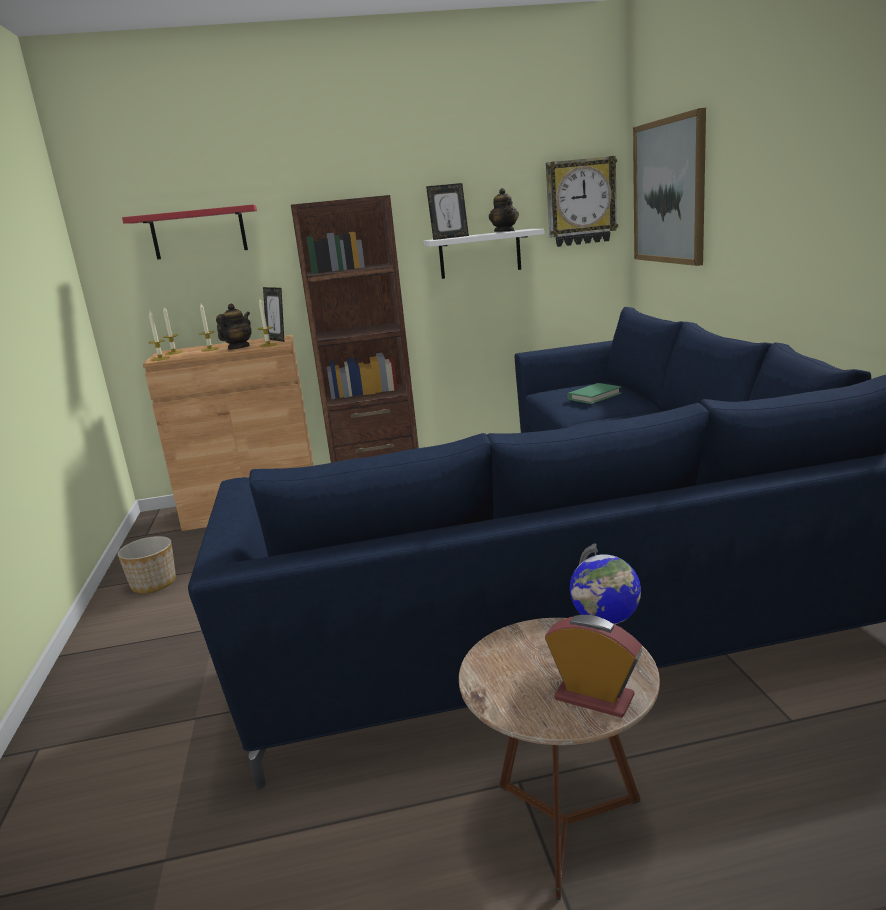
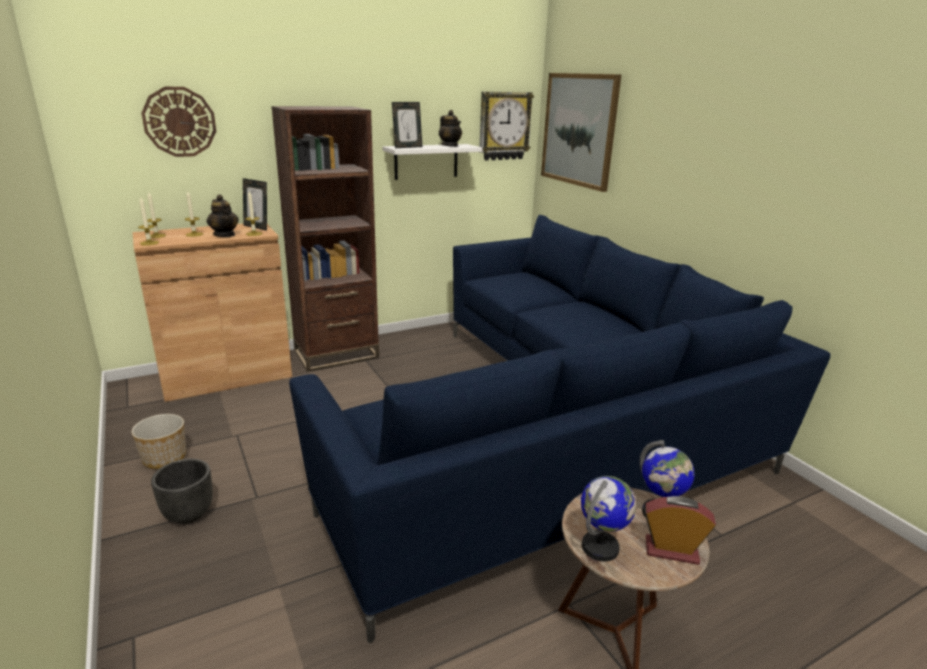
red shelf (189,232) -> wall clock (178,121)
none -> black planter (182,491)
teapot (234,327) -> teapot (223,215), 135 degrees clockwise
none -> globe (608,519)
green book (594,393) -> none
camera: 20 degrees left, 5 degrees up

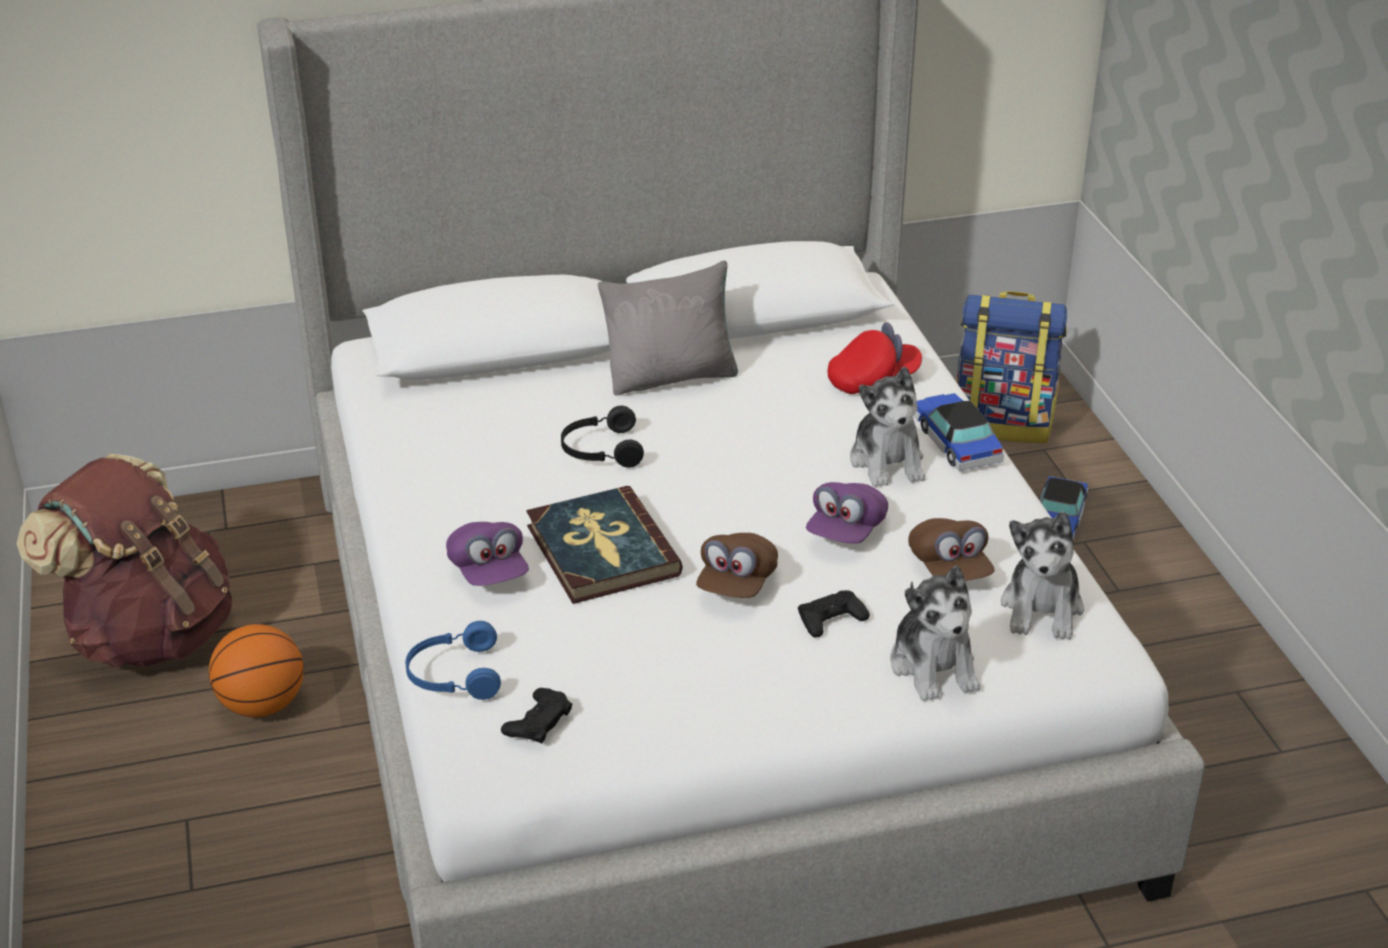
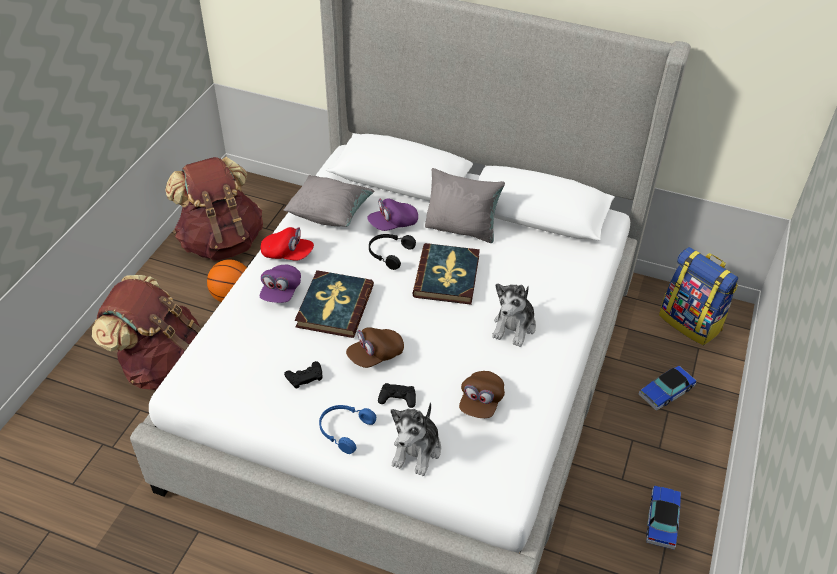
none -> brown backpack (146,332)
red cap (874,358) -> red cap (287,244), shifted
none -> grey pillow (329,201)
black game controller (536,716) -> black game controller (303,374), shifted
blue headphones (453,660) -> blue headphones (347,429), shifted
purple cap (847,513) -> purple cap (392,215), shifted
none -> book (446,274)
toy car (959,432) -> toy car (663,517), shifted
plush toy (1042,575) -> none
camera: 35 degrees right, 10 degrees up

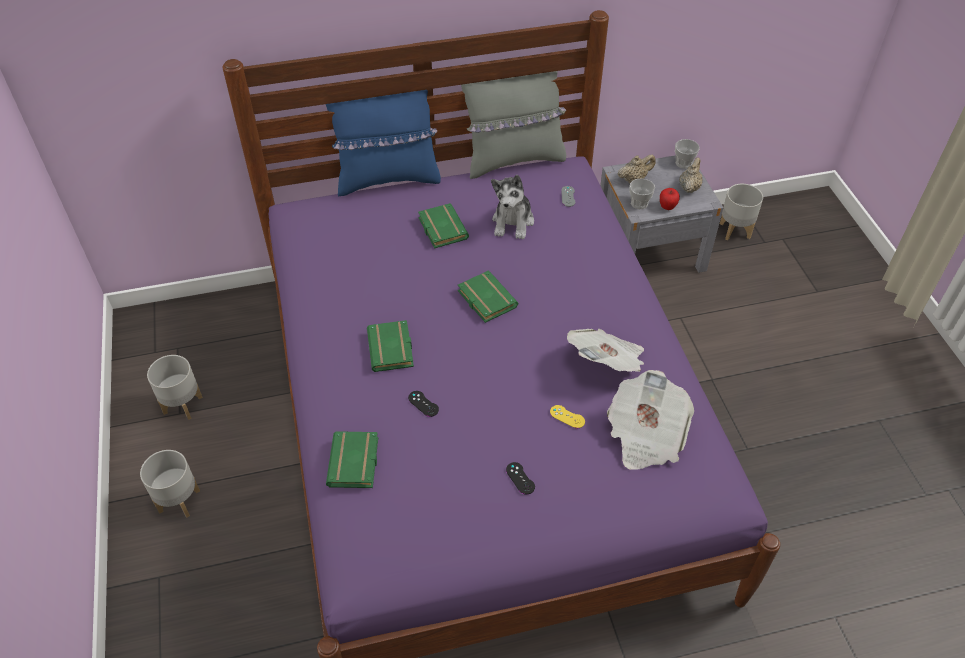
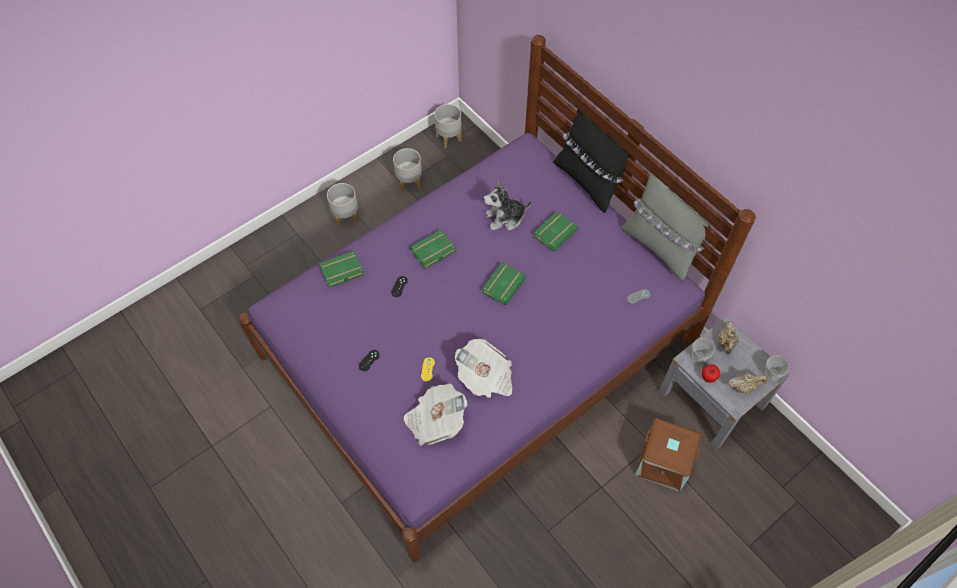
grey planter (741,212) -> grey planter (448,126), shifted
plush toy (512,207) -> plush toy (507,205), shifted
blue pillow (383,143) -> black pillow (592,161)
none -> brown storage box (668,455)
beige teapot (637,169) -> beige teapot (728,338), 60 degrees clockwise
camera: 65 degrees right, 10 degrees up

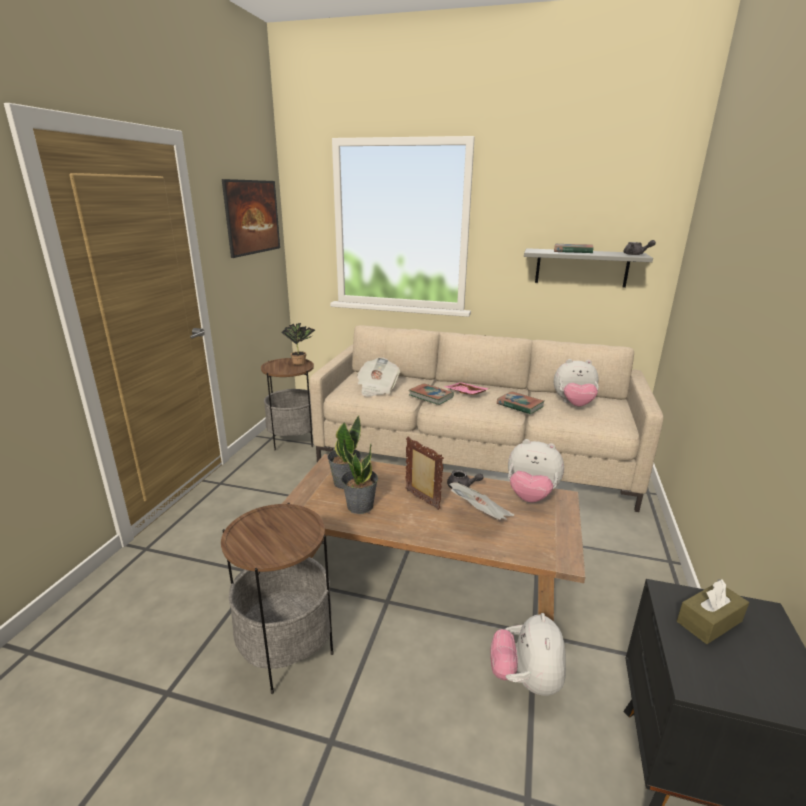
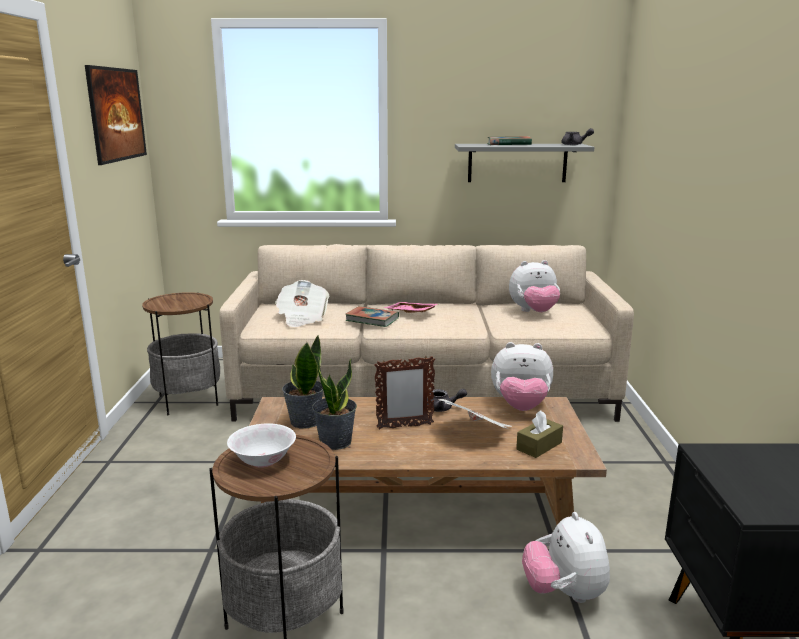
none -> white bowl (261,445)
picture frame (424,473) -> picture frame (404,393), 135 degrees clockwise
brown tissue box (713,611) -> brown tissue box (539,434), shifted
potted plant (298,344) -> none
book (520,402) -> none
camera: 15 degrees left, 5 degrees down

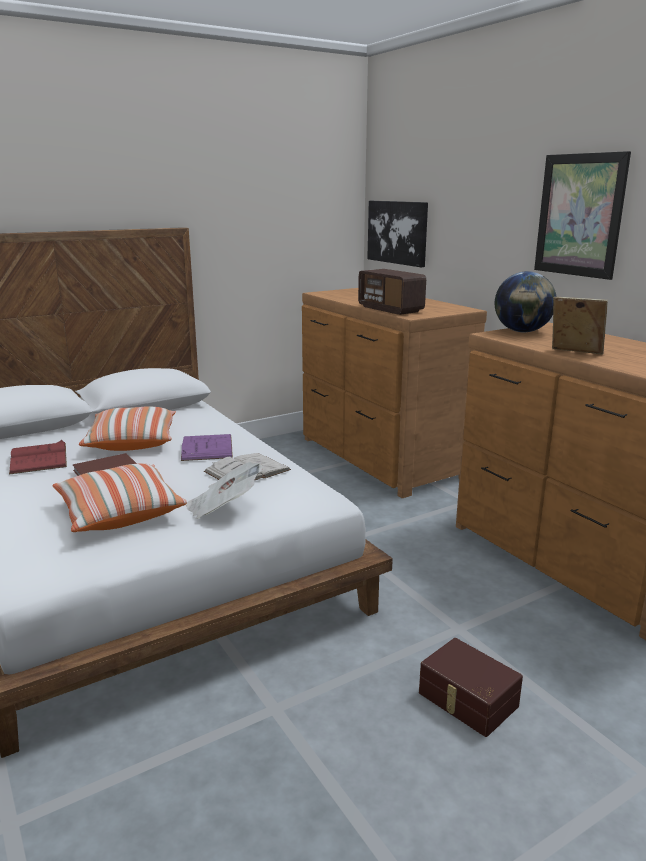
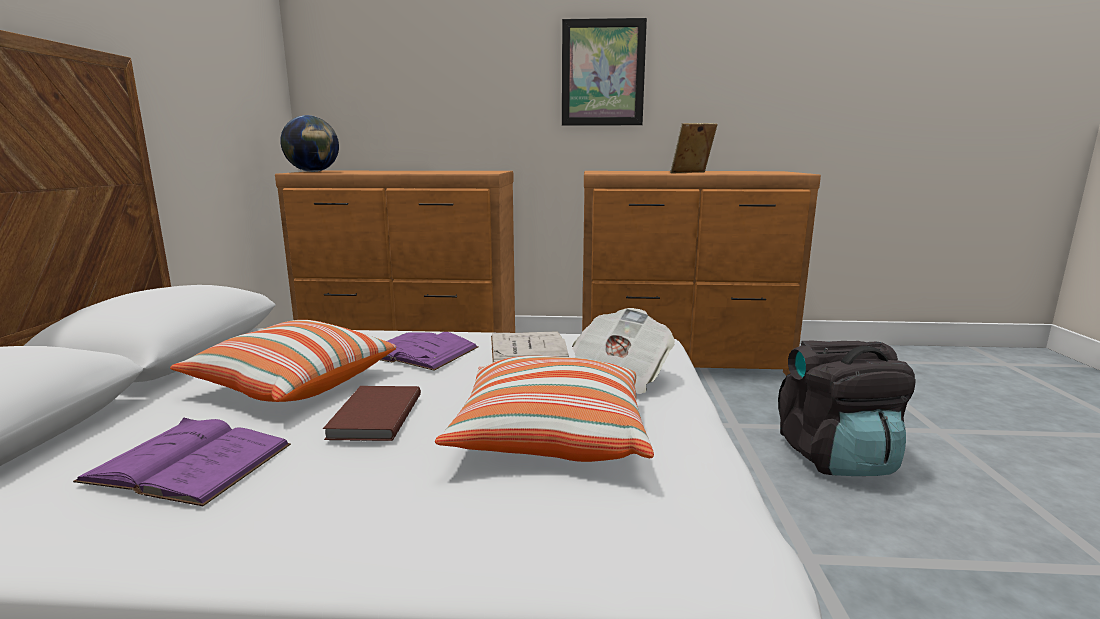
red book (38,457) -> purple book (182,462)
globe (525,301) -> globe (309,143), shifted
brown storage box (471,687) -> black backpack (847,408)
radio (392,292) -> none
picture (397,234) -> none
camera: 55 degrees left, 5 degrees down

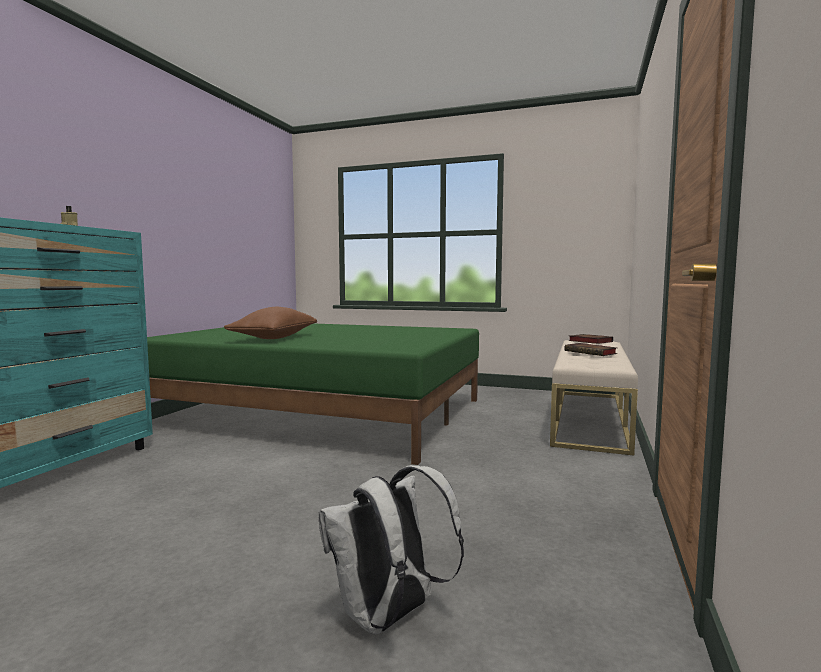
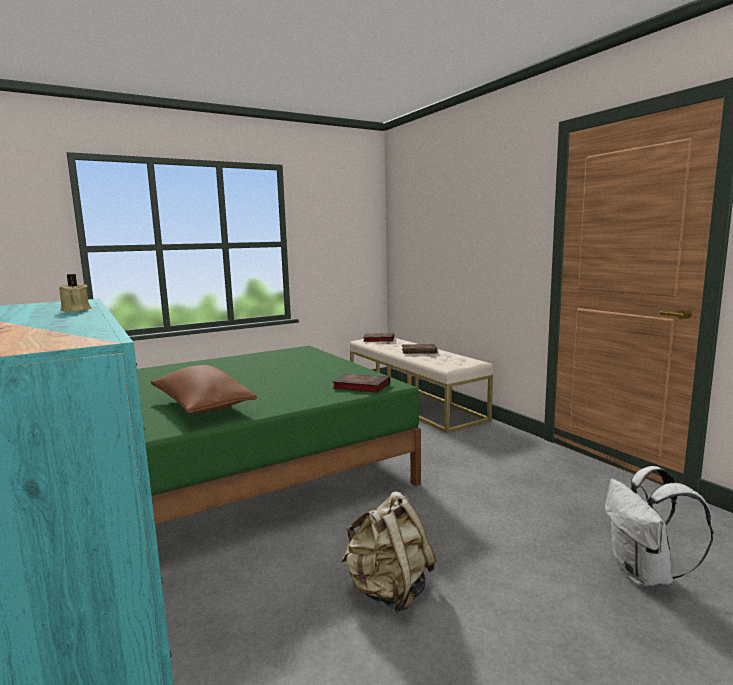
none -> book (361,383)
none -> beige backpack (388,552)
camera: 50 degrees left, 5 degrees up

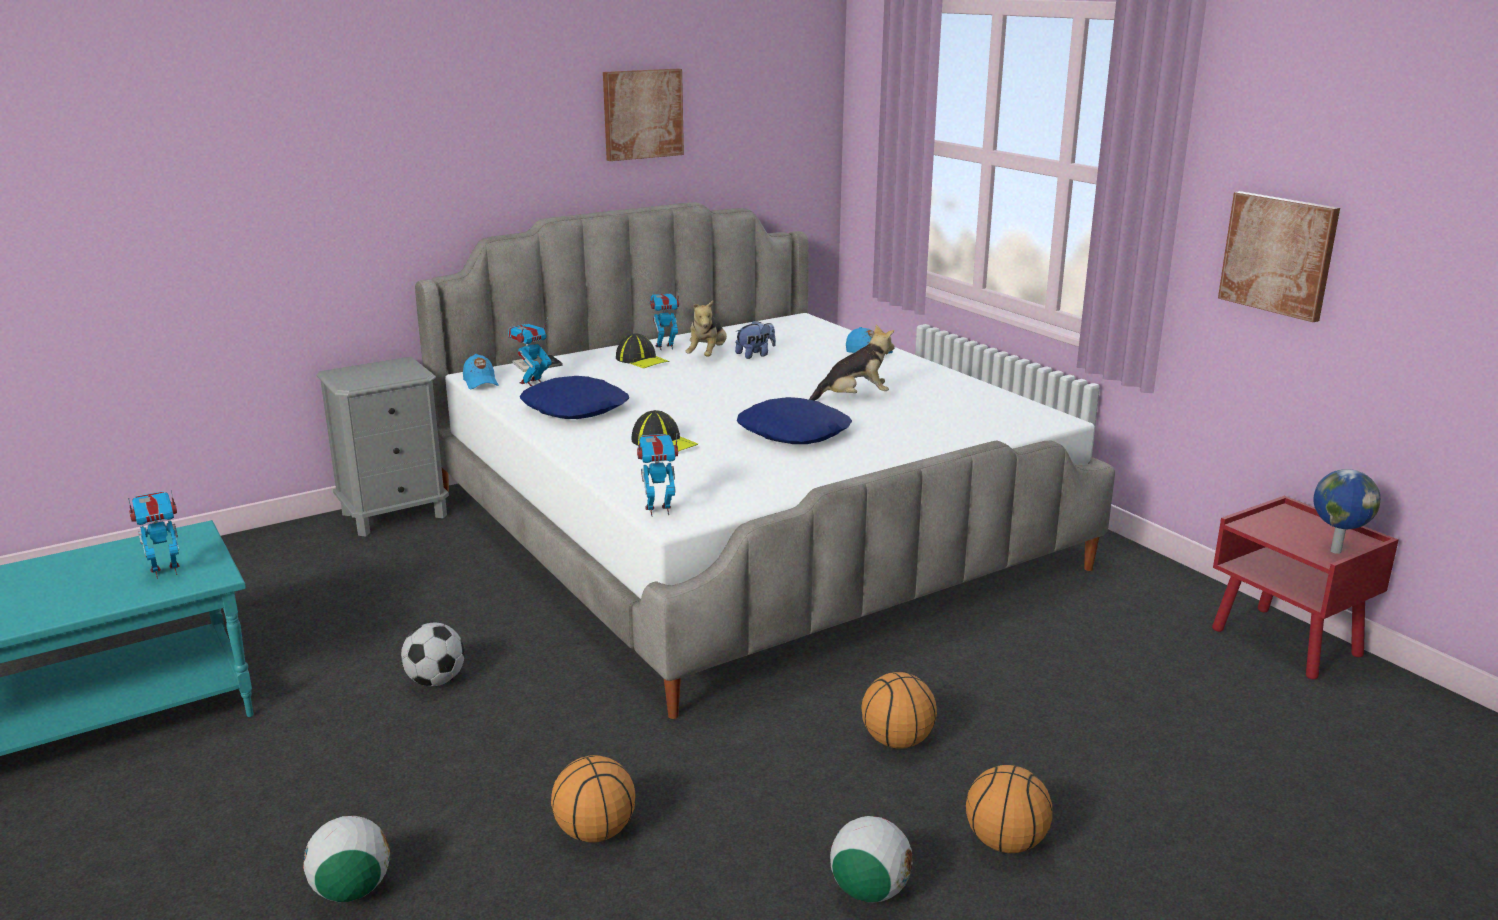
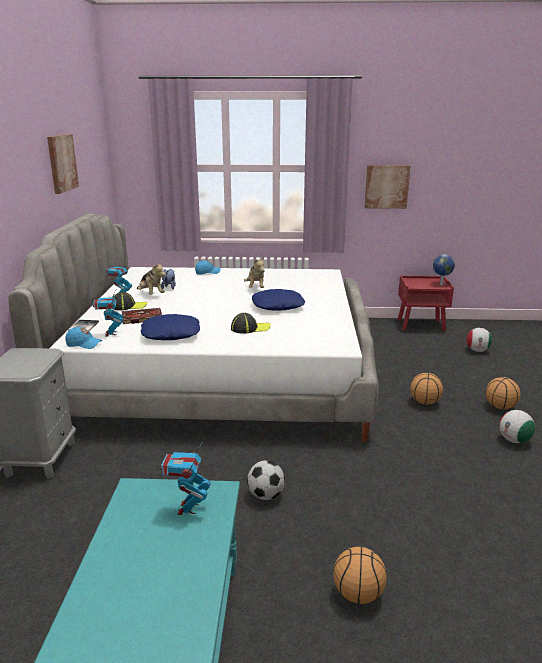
none -> book (142,316)
plush toy (852,363) -> plush toy (254,272), 150 degrees clockwise
basketball (593,799) -> basketball (360,575), shifted
football (346,859) -> football (479,340), shifted
toy robot (657,475) -> none
camera: 55 degrees left, 0 degrees up

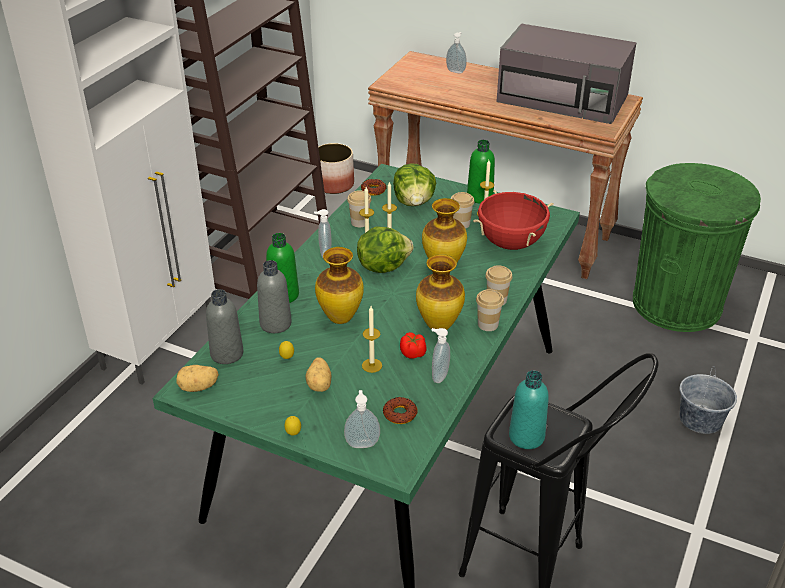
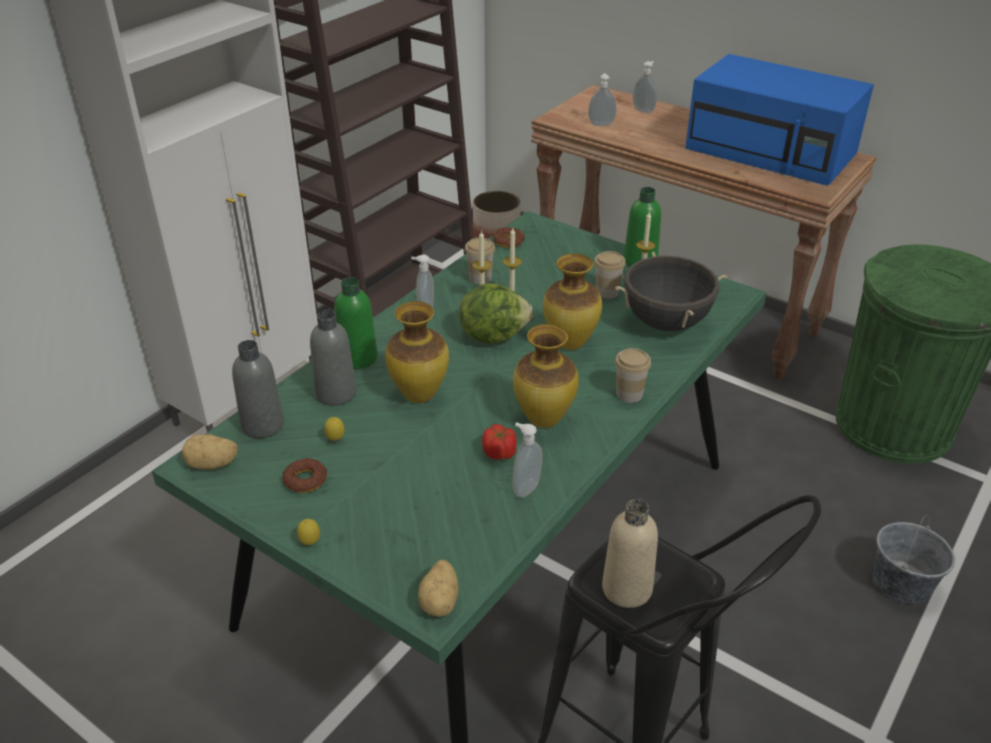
donut (400,410) -> donut (304,475), shifted
potato (318,374) -> potato (438,588), shifted
soap dispenser (362,419) -> soap dispenser (602,99), shifted
turquoise bottle (529,409) -> beige bottle (630,553)
red cooking pot (513,220) -> black cooking pot (671,291)
grey microwave (566,74) -> blue microwave (779,120)
candle (372,339) -> none
lettuce (414,184) -> none
cup (490,310) -> none
camera: 10 degrees right, 0 degrees up

